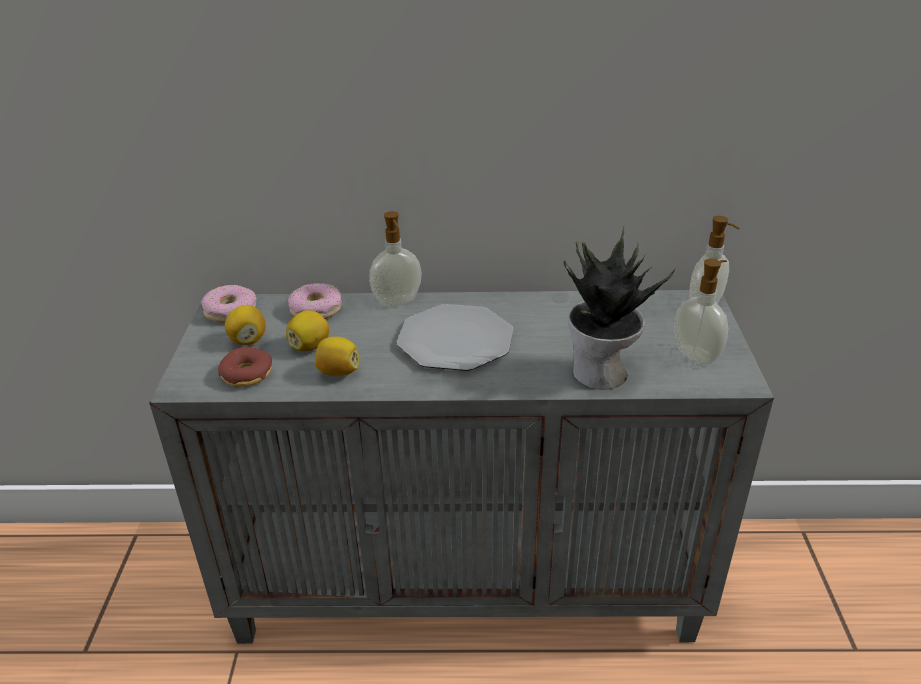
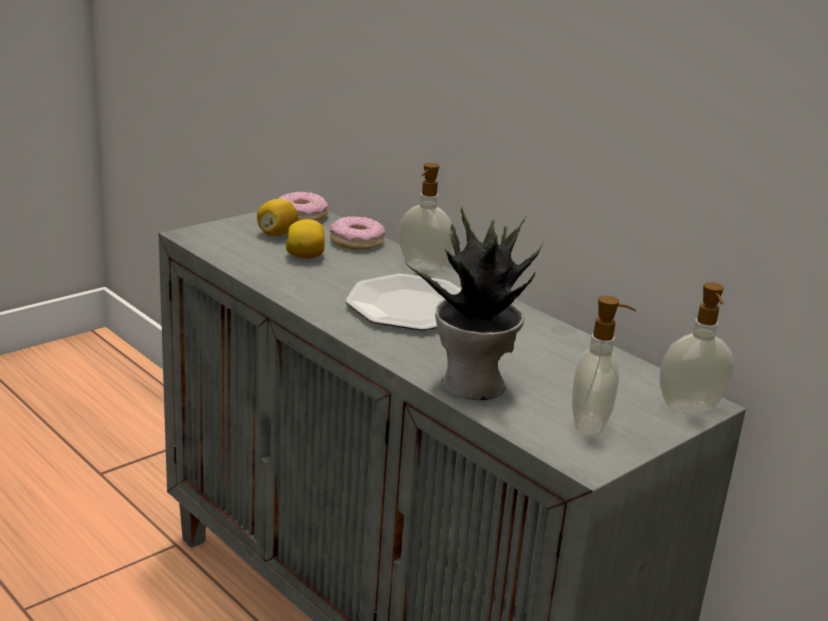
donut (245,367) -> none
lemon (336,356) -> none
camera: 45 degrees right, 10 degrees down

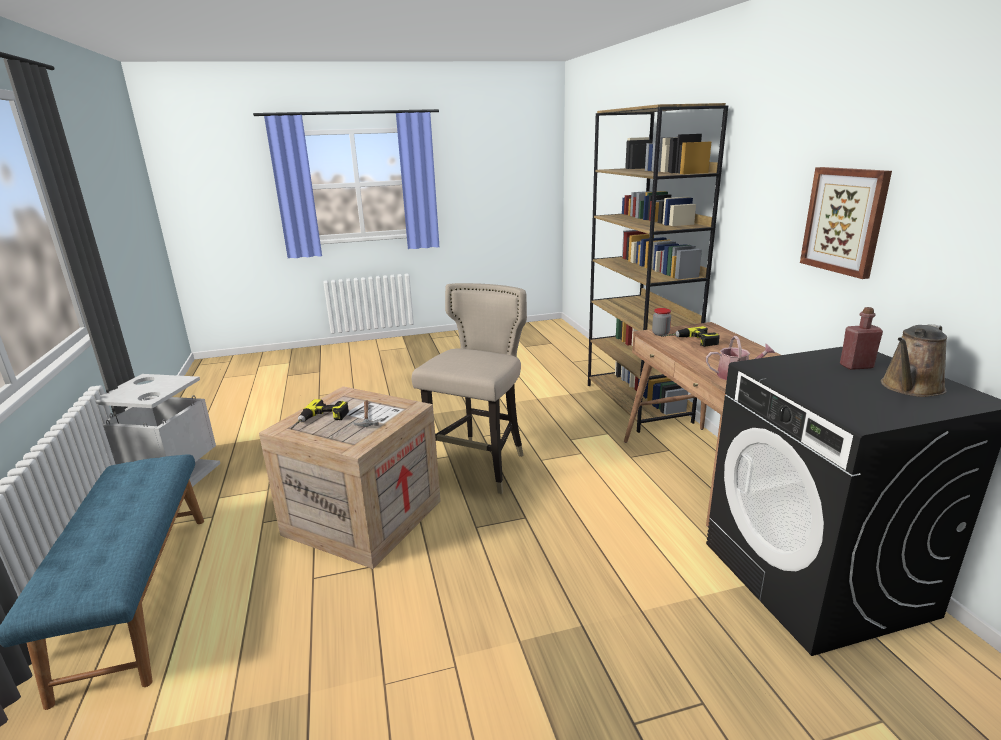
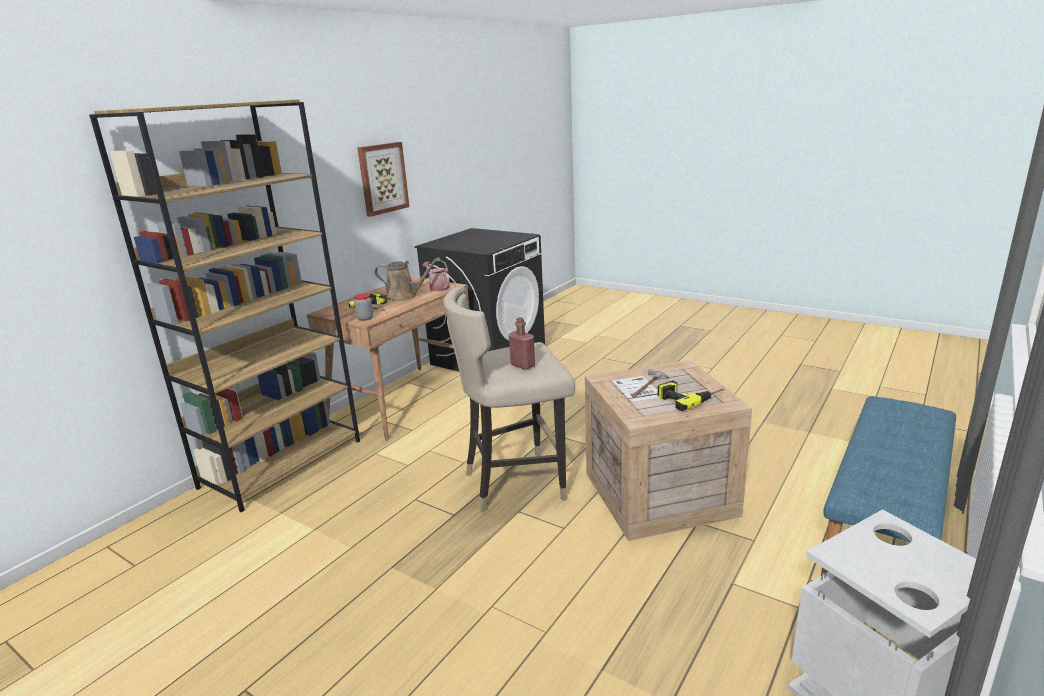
brown watering can (914,360) -> brown watering can (407,279), shifted
red bottle (861,338) -> red bottle (522,343), shifted
camera: 130 degrees left, 0 degrees up

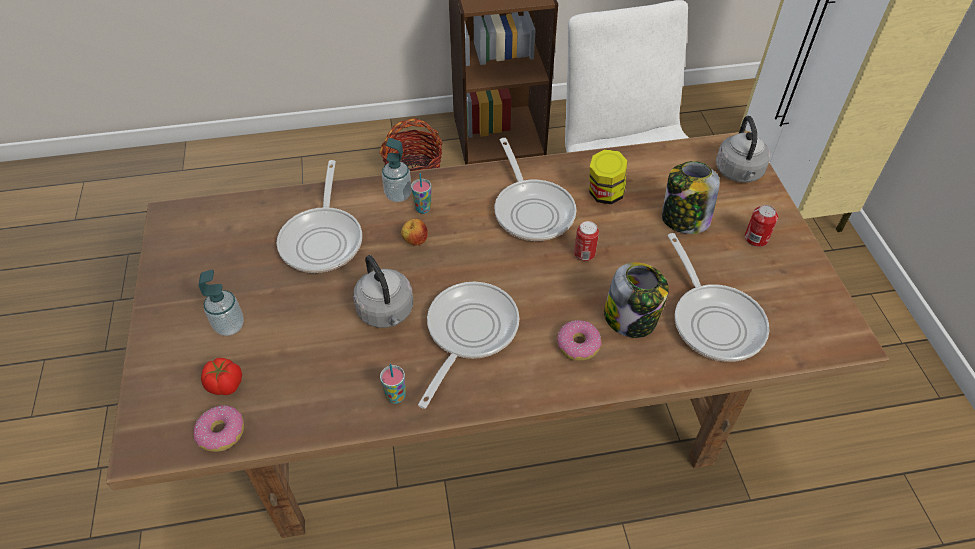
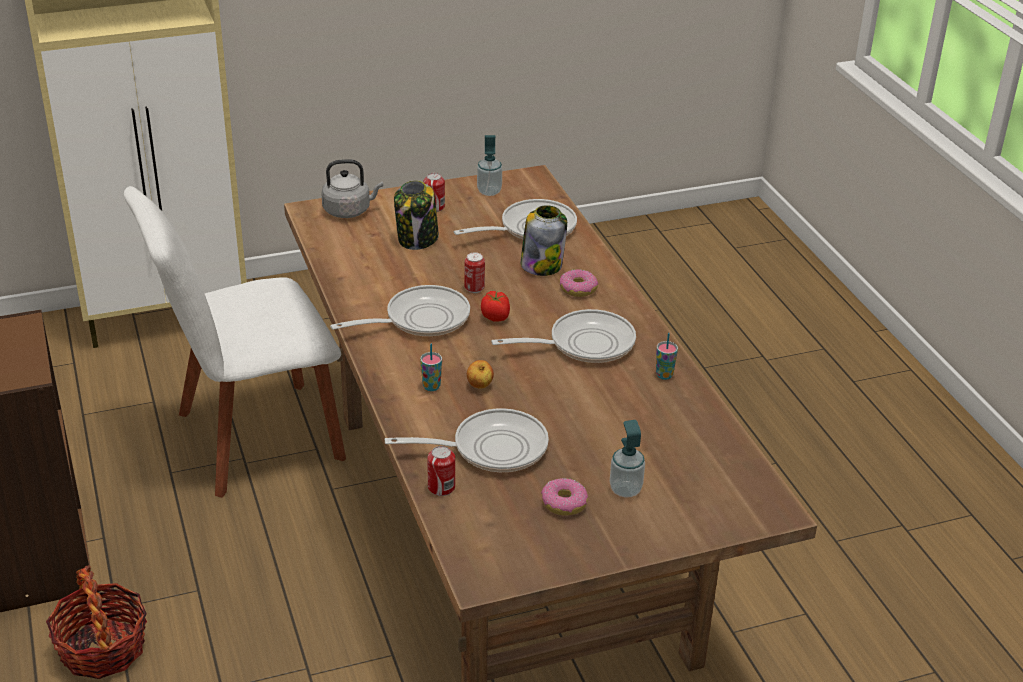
none -> can (441,471)
soap dispenser (396,170) -> soap dispenser (489,165), shifted
tomato (221,376) -> tomato (495,306), shifted
frying pan (468,345) -> frying pan (563,336), 150 degrees clockwise
donut (219,428) -> donut (564,497), shifted
grey kettle (383,291) -> none
jar (608,176) -> none
camera: 100 degrees left, 15 degrees down

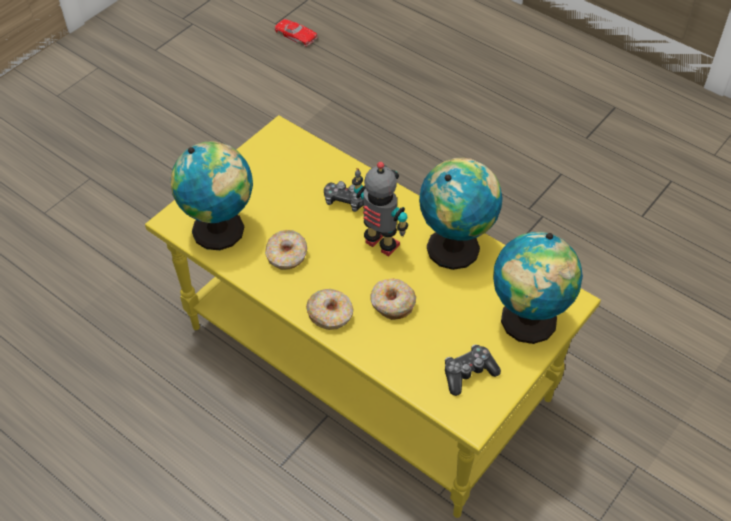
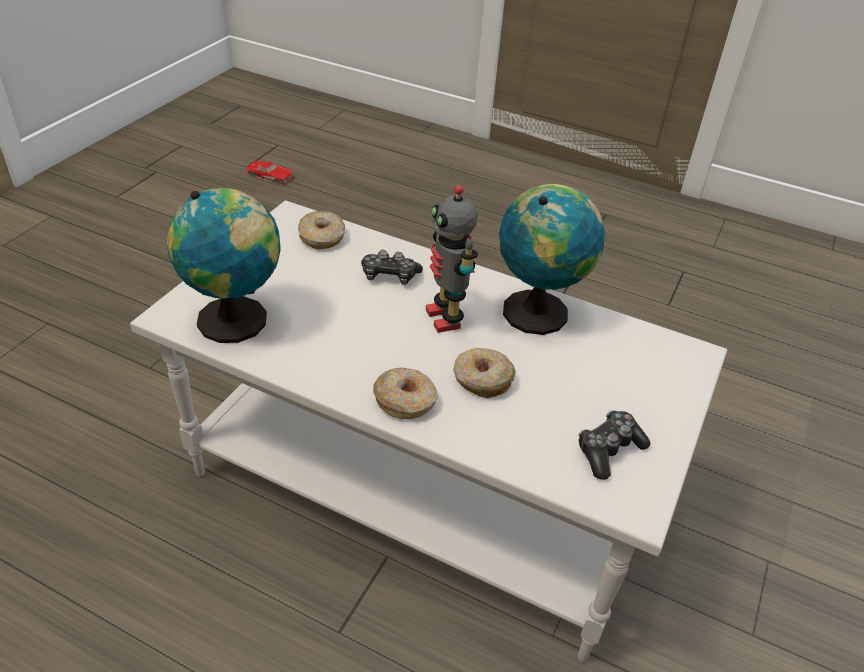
yellow coffee table (373,316) -> white coffee table (428,431)
donut (286,250) -> donut (321,230), shifted
toy robot (380,209) -> toy robot (452,259), 135 degrees counterclockwise
globe (538,288) -> none
camera: 15 degrees left, 10 degrees down

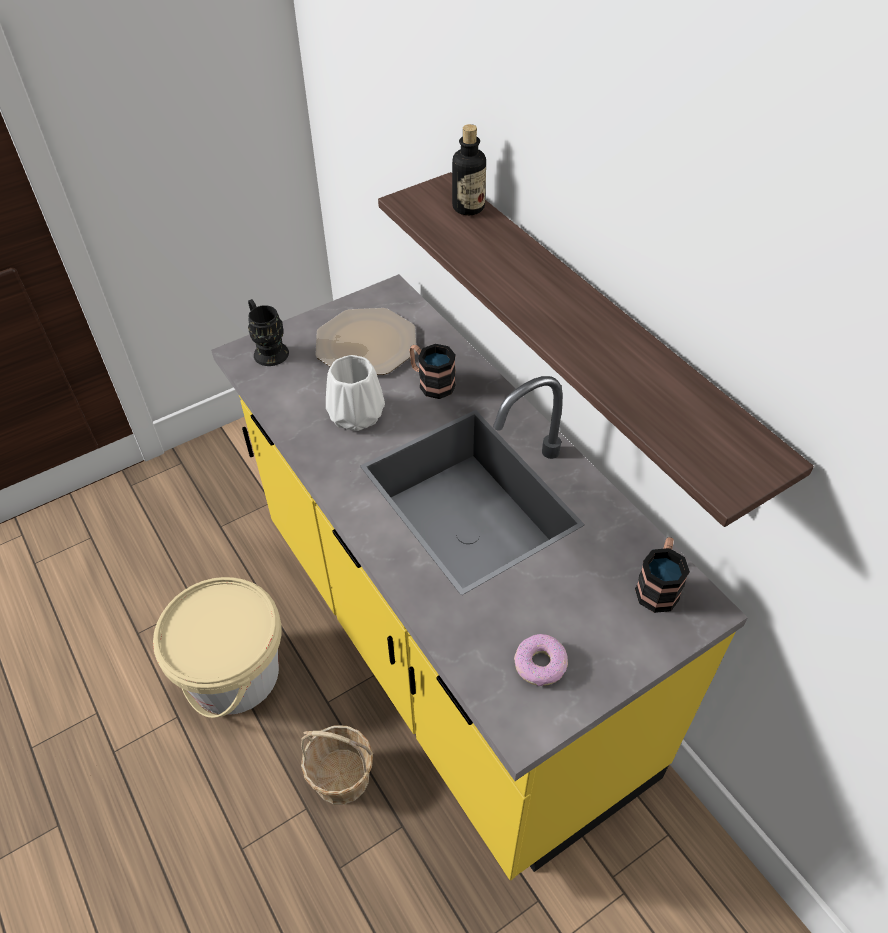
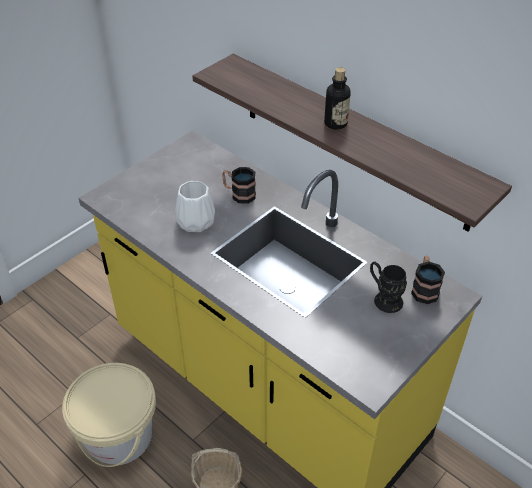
bottle (469,169) -> bottle (337,98), shifted
black mug (268,332) -> black mug (388,287), shifted
plate (365,341) -> none
donut (541,660) -> none
camera: 15 degrees left, 5 degrees down

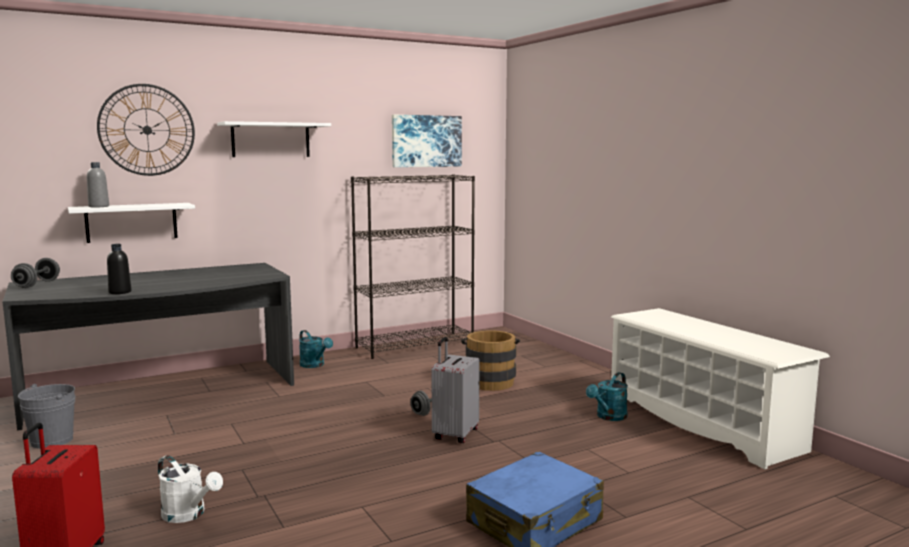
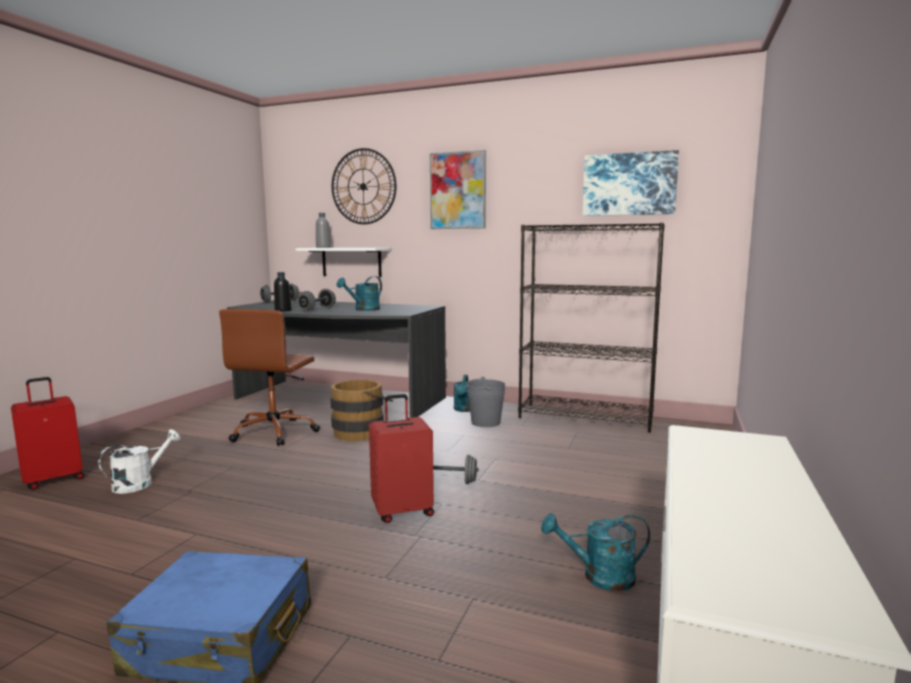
white watering can (190,489) -> white watering can (139,461), 135 degrees counterclockwise
none -> brown office chair (269,377)
none -> grey dumbbell (316,300)
brown bucket (490,360) -> brown bucket (361,410), shifted
none -> turquoise watering can (359,293)
grey suitcase (455,390) -> red suitcase (401,458)
white shelf (274,139) -> picture (458,189)
grey bucket (46,416) -> grey bucket (485,401), shifted
camera: 50 degrees right, 0 degrees up

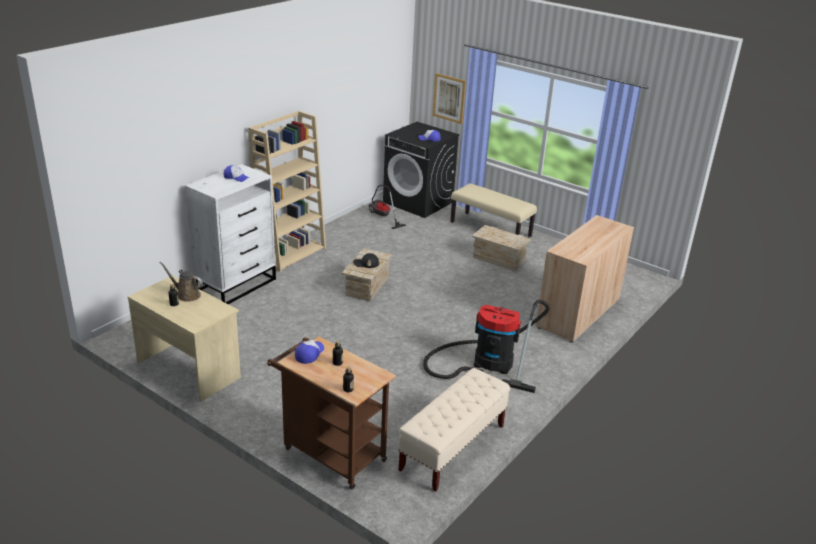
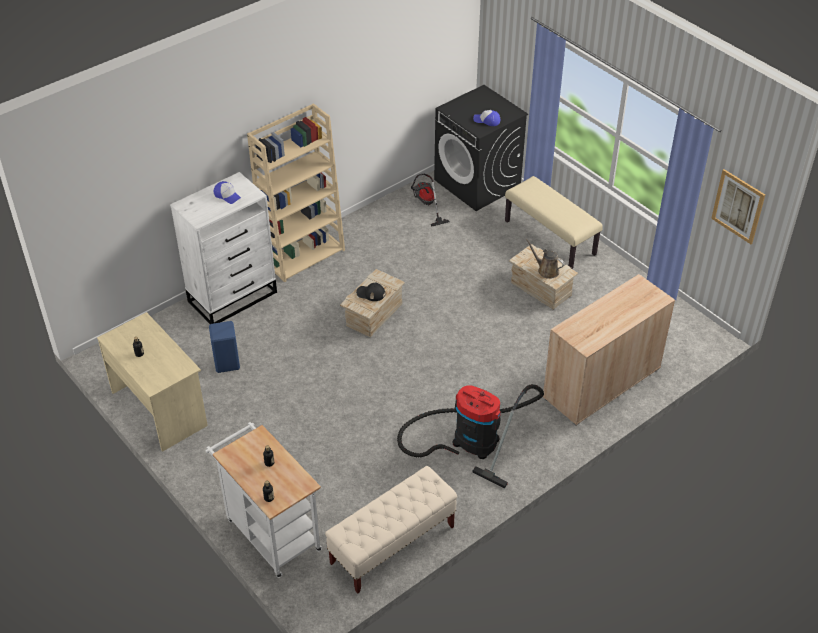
brown cart (331,413) -> white cart (264,500)
none -> blue stool (224,347)
brown watering can (181,282) -> brown watering can (545,259), shifted
picture (449,98) -> picture (738,206), shifted
cap (309,352) -> none
camera: 15 degrees right, 15 degrees up

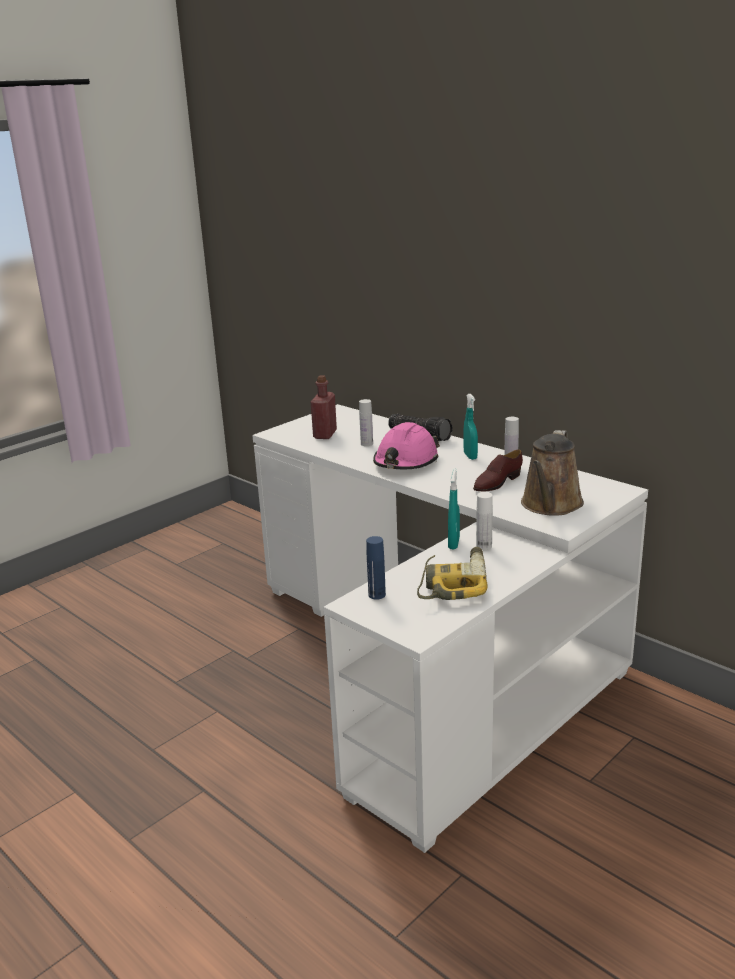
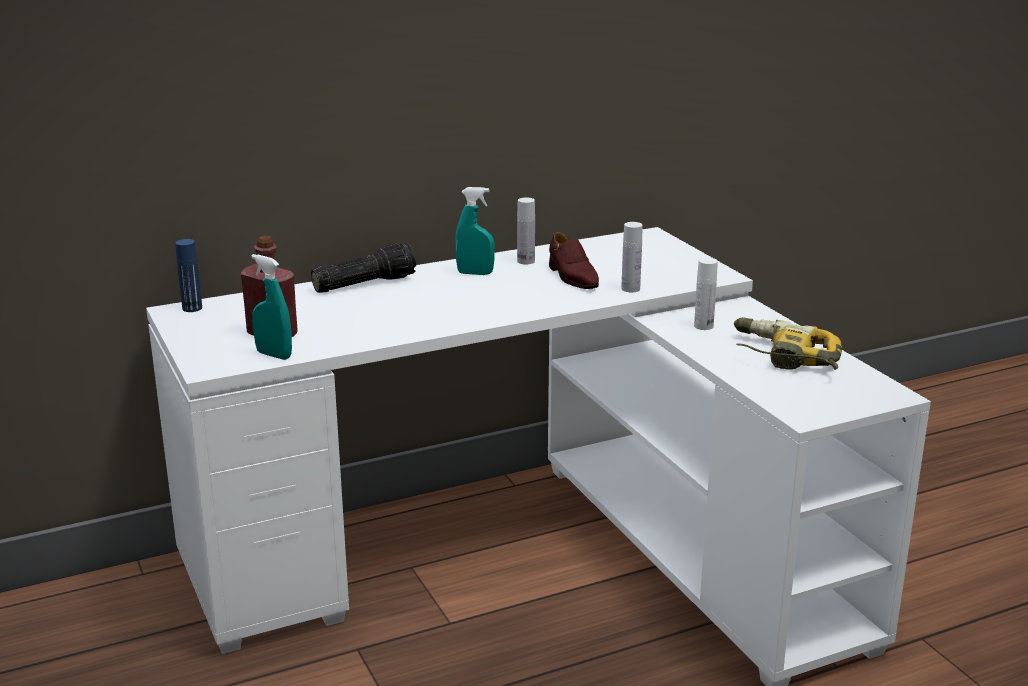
blue bottle (376,568) -> blue bottle (188,275), shifted
turquoise spray bottle (454,509) -> turquoise spray bottle (271,307), shifted
white bottle (366,422) -> white bottle (631,257), shifted
pink hard hat (406,445) -> none
brown watering can (552,473) -> none
camera: 70 degrees left, 0 degrees up

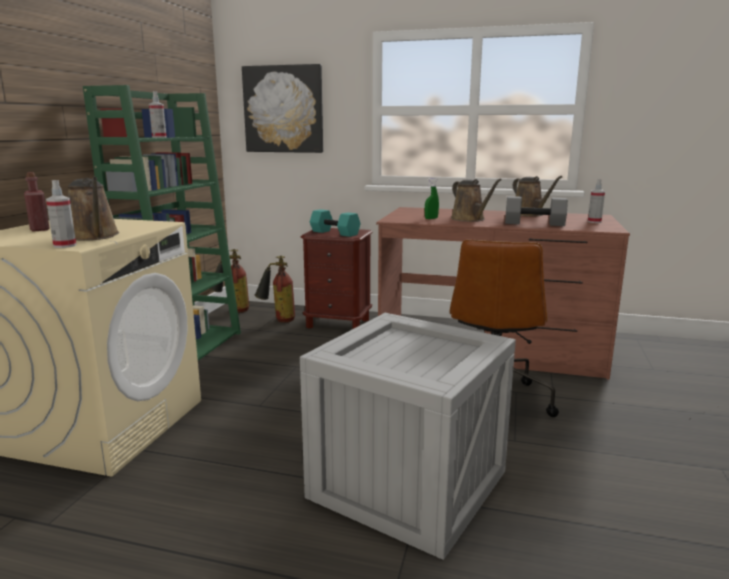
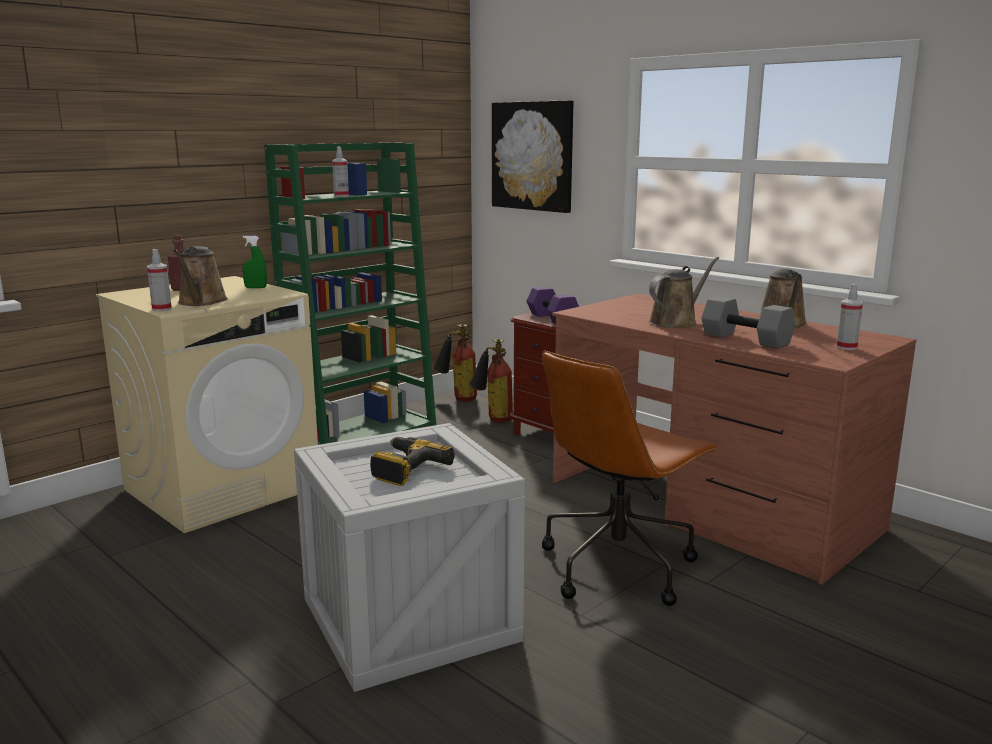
green spray bottle (432,198) -> green spray bottle (254,261), shifted
none -> power drill (412,461)
turquoise dumbbell (335,223) -> purple dumbbell (552,305)
brown watering can (476,200) -> brown watering can (684,292), 135 degrees counterclockwise
camera: 30 degrees right, 0 degrees up

